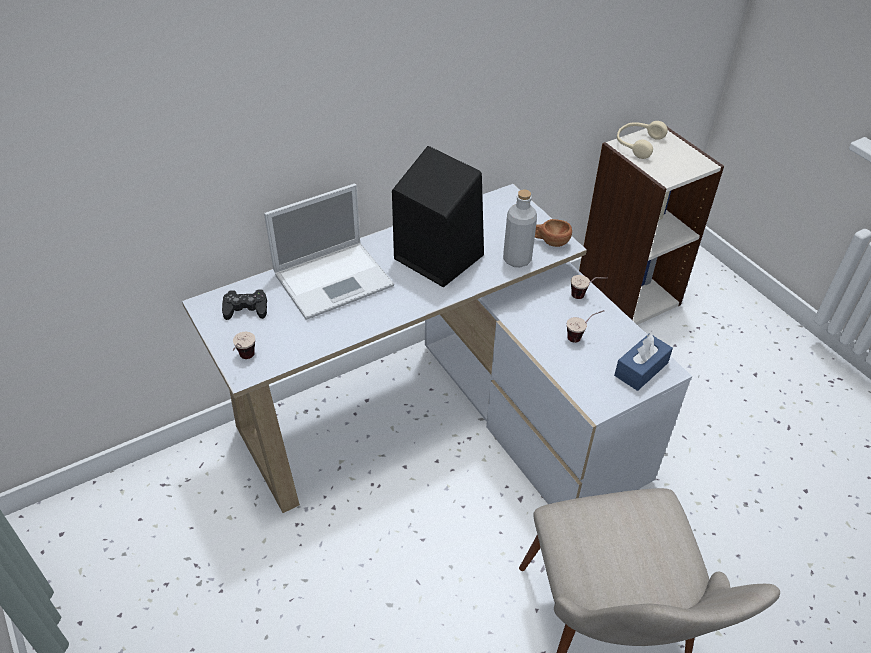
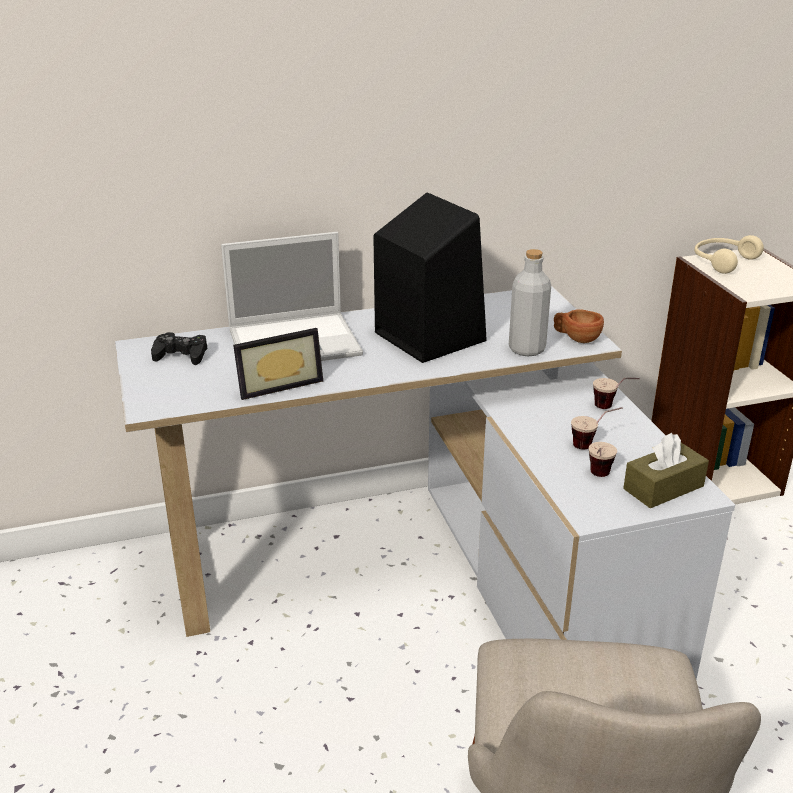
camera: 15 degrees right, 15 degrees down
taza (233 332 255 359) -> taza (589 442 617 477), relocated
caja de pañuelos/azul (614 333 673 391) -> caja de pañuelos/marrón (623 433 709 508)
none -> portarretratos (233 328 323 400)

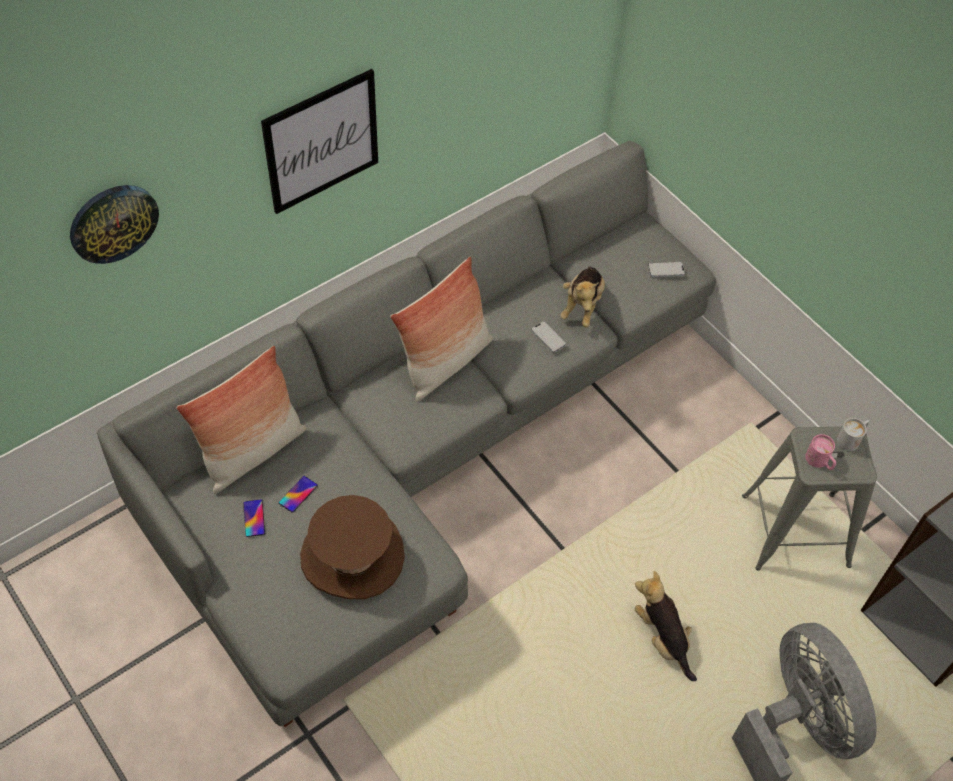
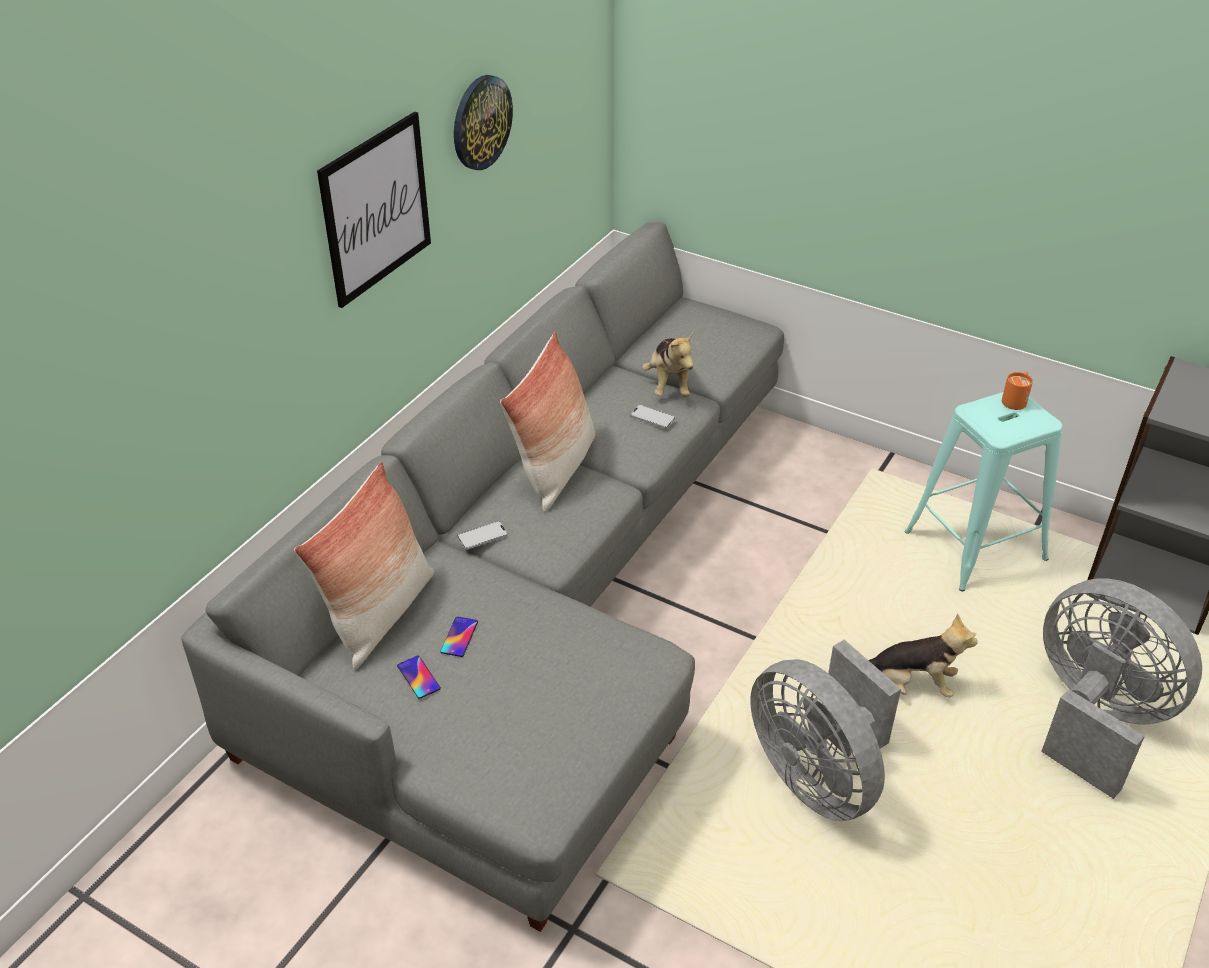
camera: 20 degrees left, 15 degrees down
reloj de pared (70 185 159 264) -> reloj de pared (454 75 513 170), relocated
sombrero/marrón (300 495 405 599) -> none
peluche (635 571 697 681) -> peluche (869 614 978 697), 150 degrees clockwise
móvil (648 262 685 277) -> móvil (457 521 508 550), relocated
taburete/gris (742 427 877 571) -> taburete/turquesa (905 392 1062 591)
taza grande/rosa (805 434 836 470) -> none
taza grande/blanco (837 418 870 451) -> taza grande/naranja (1002 372 1033 410)
none -> ventilador/gris (750 639 901 821)

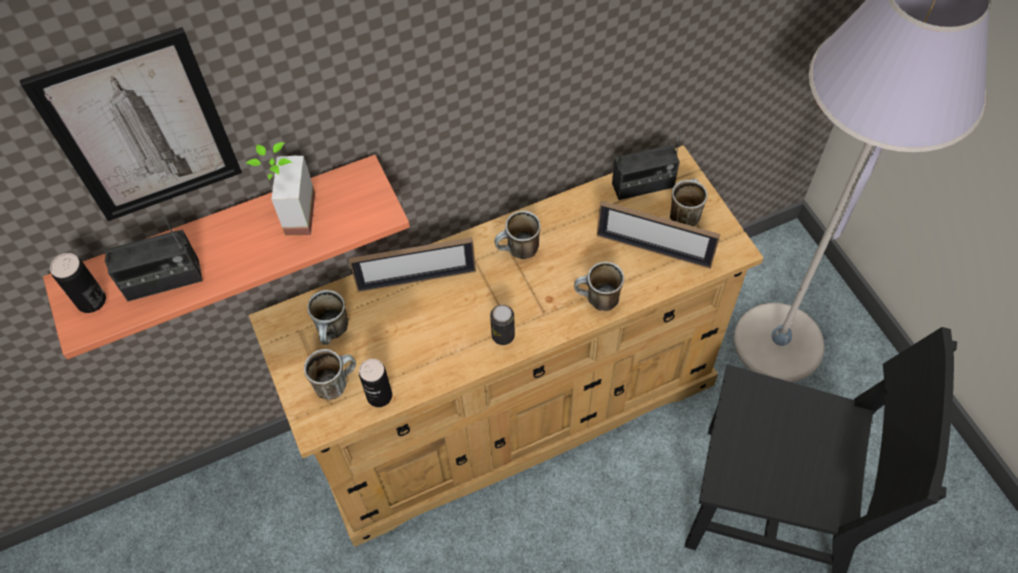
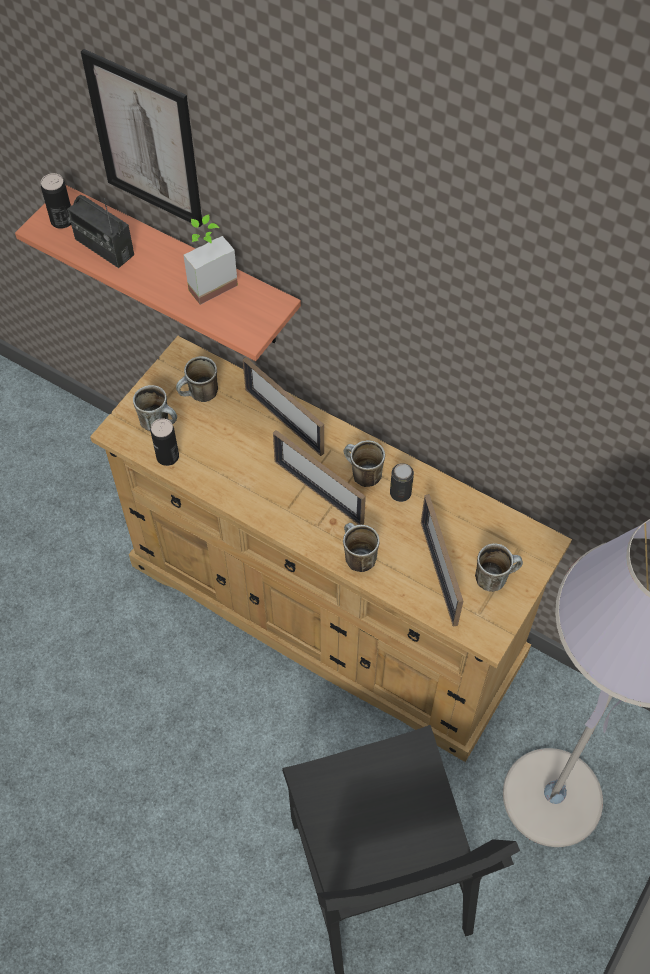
camera: 55 degrees right, 0 degrees up
lata (490 305 515 345) -> lata (390 463 414 502), relocated
radio (612 128 682 200) -> none
none -> portarretratos (273 430 366 525)

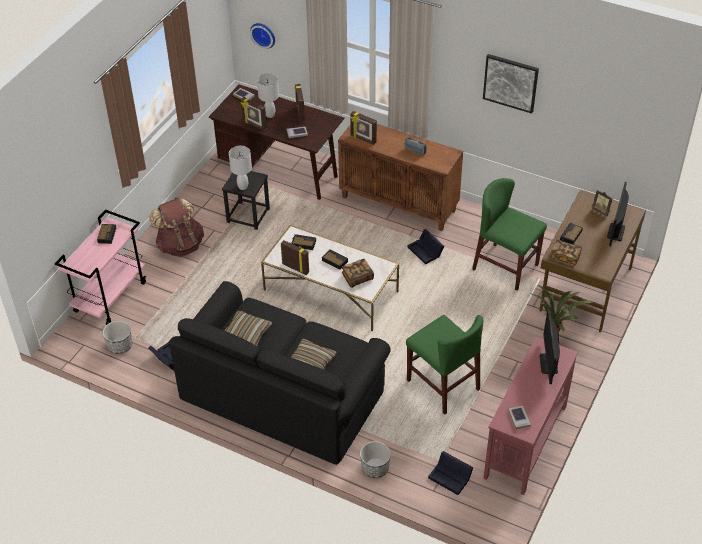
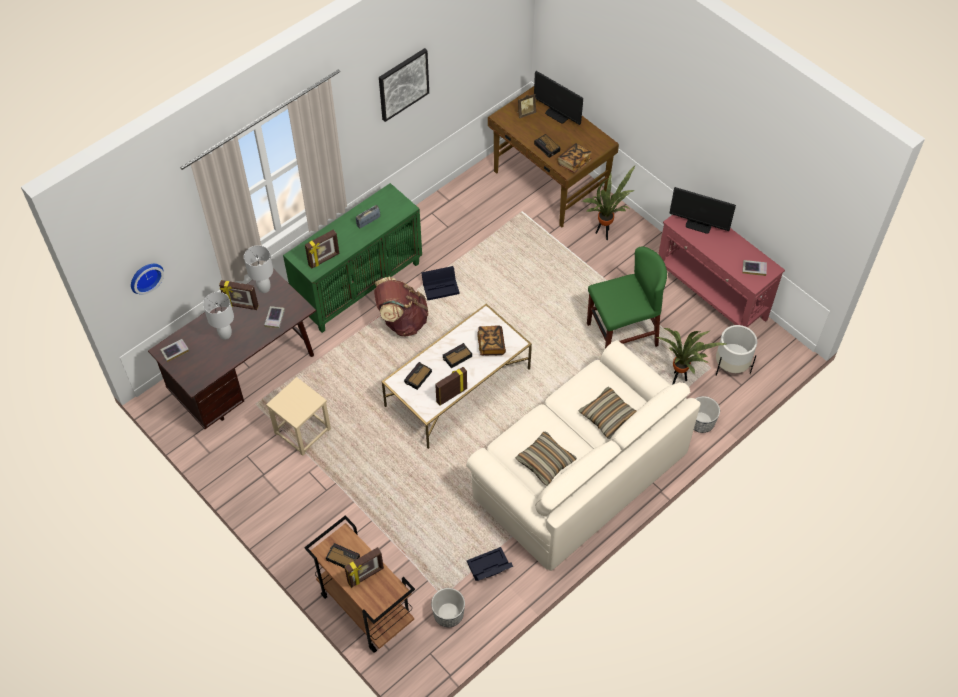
camera: 70 degrees left, 10 degrees up
carrito/rosa (55 209 146 325) -> carrito/marrón (304 515 415 653)
mochila/marrón (149 198 204 257) -> mochila/marrón (374 277 429 336), relocated
sofá/negro (169 281 391 465) -> sofá/beis (466 340 700 571)
taburete/negro (222 171 270 230) -> taburete/beis (266 377 331 456)
lámpara de mesa/blanco (229 146 252 190) -> lámpara de mesa/blanco (244 245 273 293), relocated
portarretratos (240 97 267 131) -> portarretratos (345 547 384 588), relocated
armario/marrón (338 124 463 231) -> armario/verde (283 183 422 333)
caja de almacenaje/negro (428 451 473 495) -> maceta/blanco (716 325 757 376)
silla/verde (472 178 547 290) -> none
none -> planta en maceta (656 328 726 385)

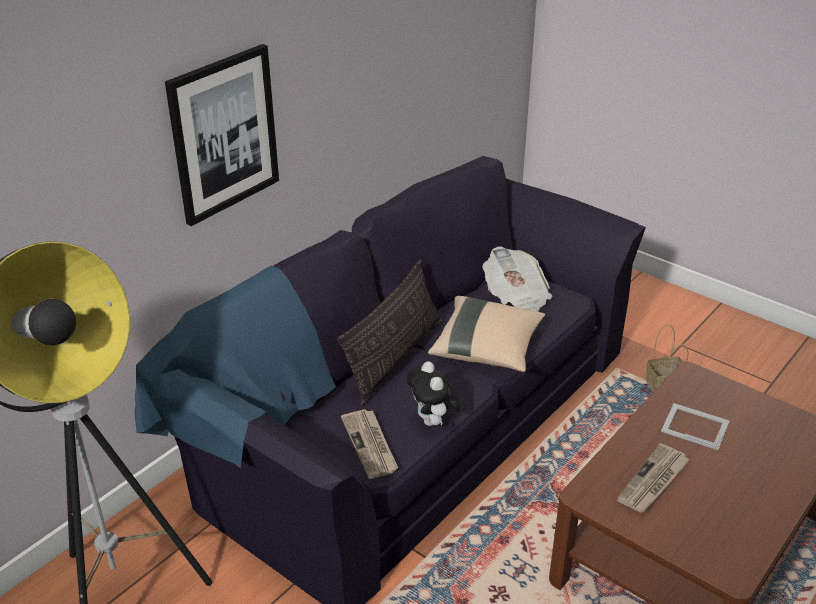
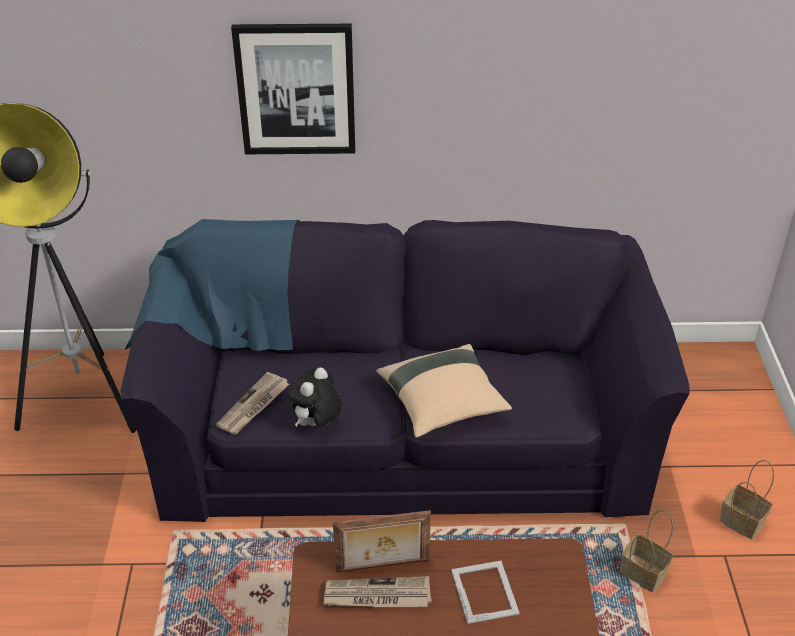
camera: 50 degrees right, 5 degrees up
cojín (337 259 442 407) -> none
periódico (483 246 553 311) -> none
none -> portarretratos (333 510 431 573)
none -> cesta (719 460 774 539)

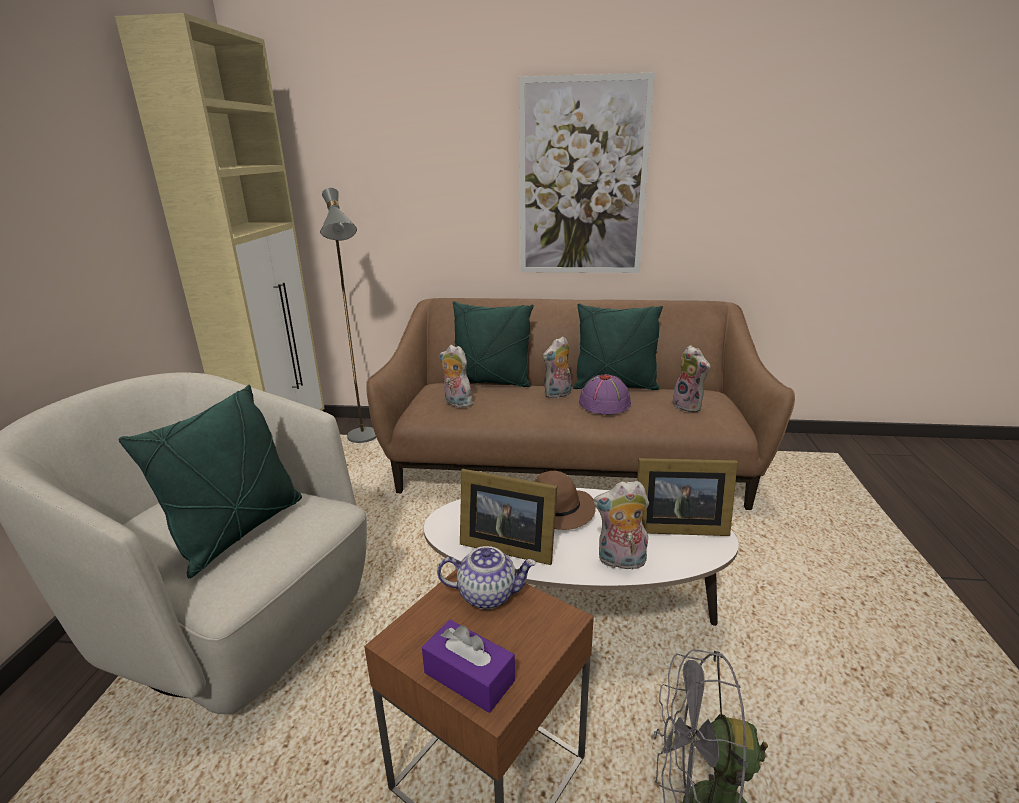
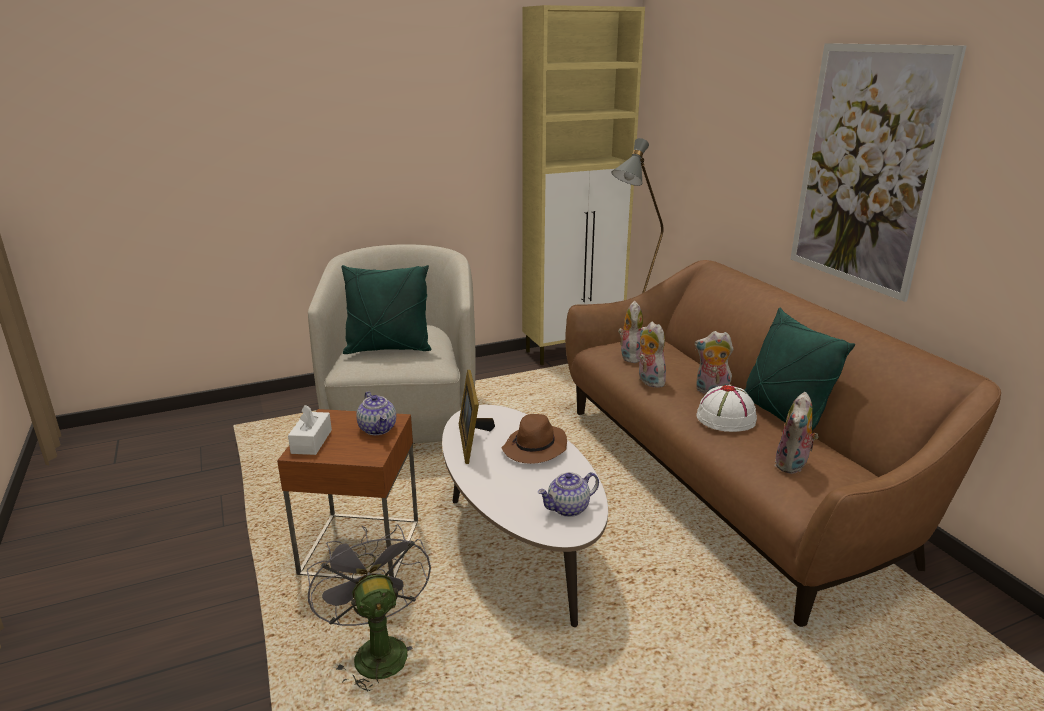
camera: 60 degrees right, 0 degrees up
caja de pañuelos/morado (422 620 515 713) -> caja de pañuelos/blanco (288 405 332 455)
cojín/verde (453 301 534 387) -> none
sombrero/morado (579 374 631 415) -> sombrero/blanco (697 385 757 432)
peluche (593 481 649 570) -> peluche (638 322 666 388), relocated
portarretratos (637 458 738 536) -> tetera (538 472 599 517)

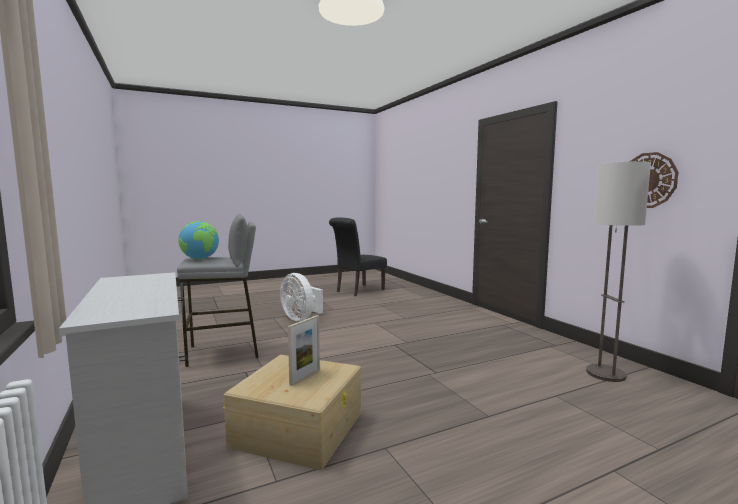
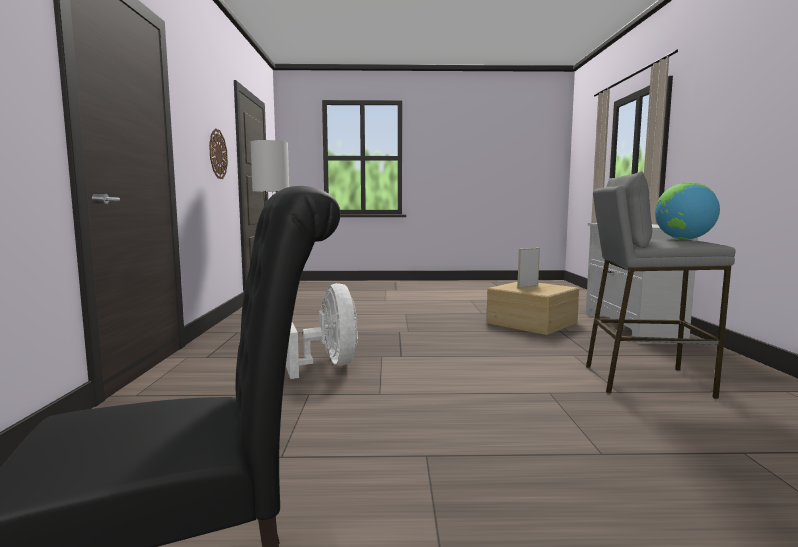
camera: 155 degrees left, 0 degrees up
ventilador/blanco (280 273 323 321) -> ventilador/blanco (286 283 358 379), relocated

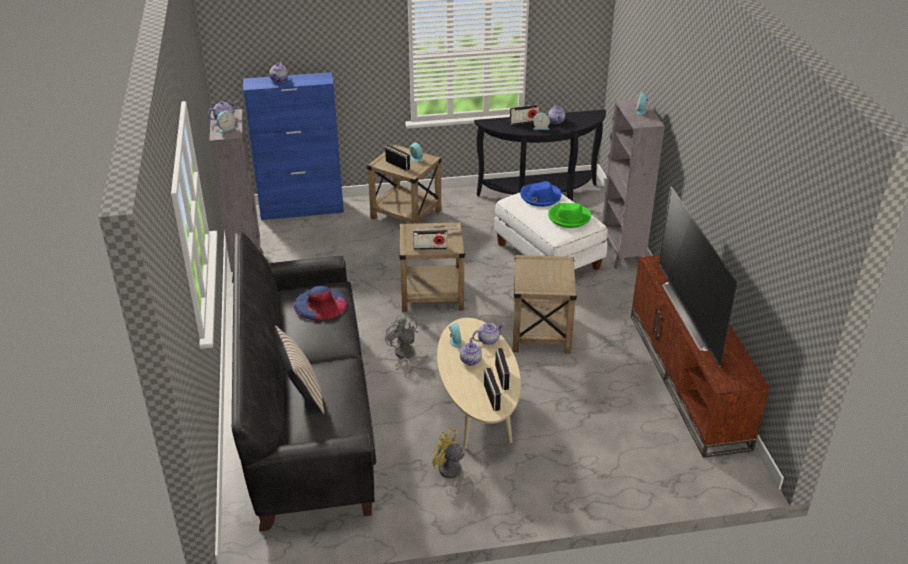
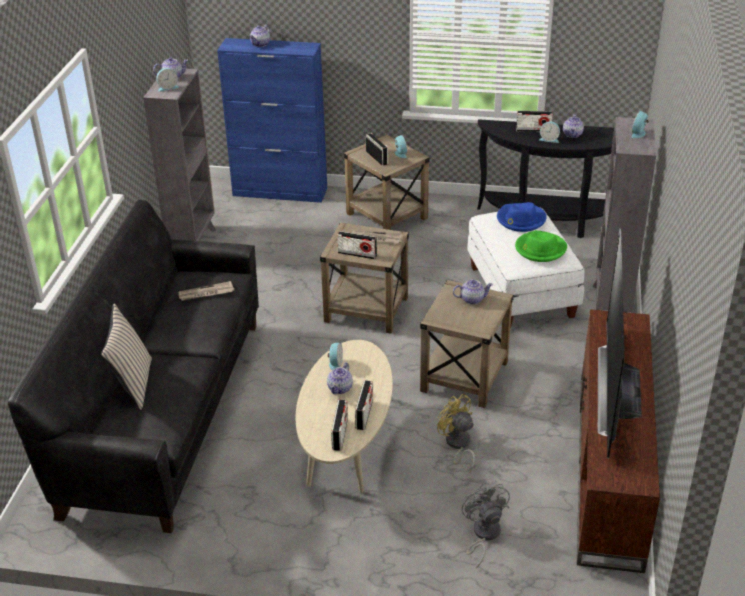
camera: 20 degrees right, 0 degrees up
sombrero/azul (294 286 347 321) -> periódico (179 281 235 301)
ventilador/gris (385 315 418 377) -> ventilador/gris (462 482 510 569), relocated
ventilador/amarillo (432 427 475 498) -> ventilador/amarillo (437 394 475 473), relocated
tetera (472 323 505 345) -> tetera (453 280 493 304), relocated

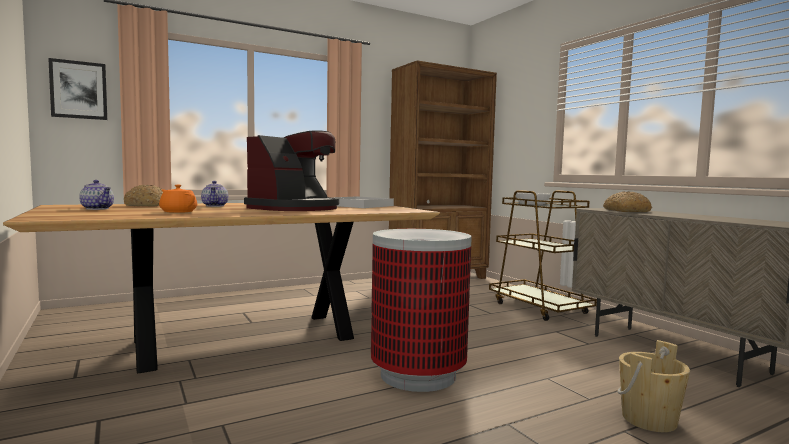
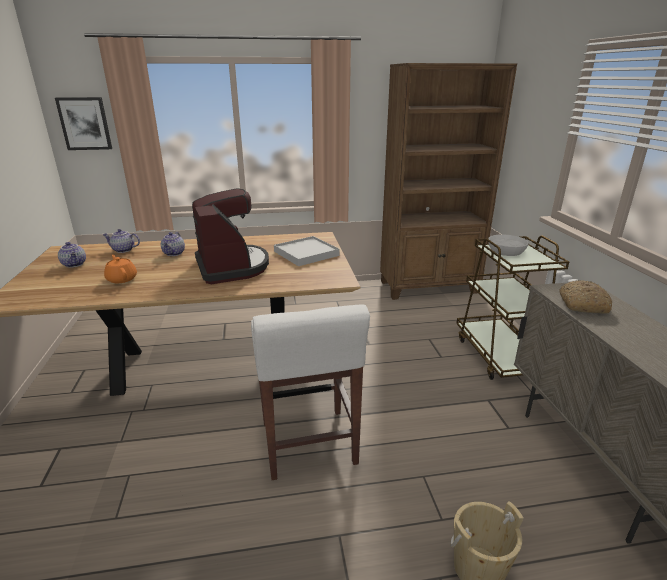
camera: 20 degrees right, 20 degrees up
pan (124 185 163 206) -> tetera (103 229 140 253)
cafetera (244 131 339 211) -> cafetera (192 188 269 284), 75 degrees counterclockwise
papelera (371 229 472 392) -> taburete/blanco (251 305 370 480)

